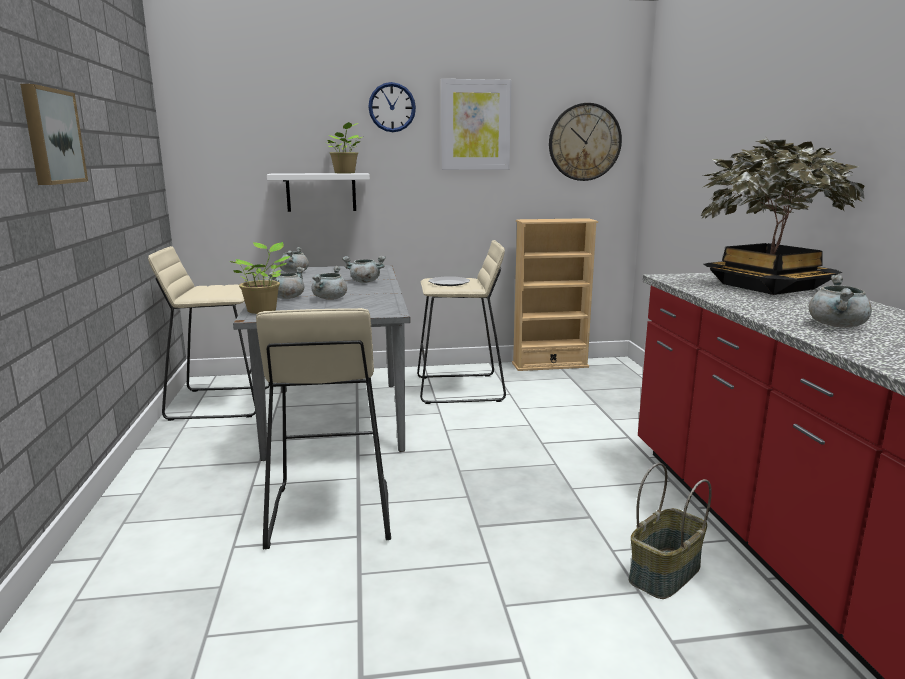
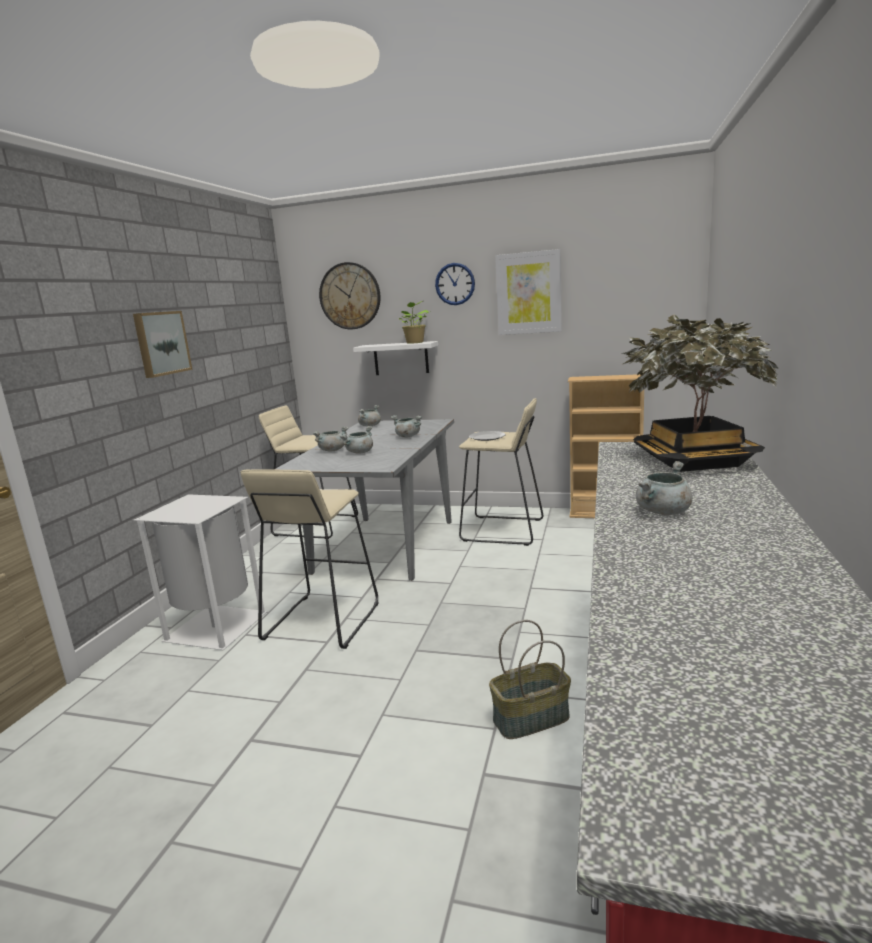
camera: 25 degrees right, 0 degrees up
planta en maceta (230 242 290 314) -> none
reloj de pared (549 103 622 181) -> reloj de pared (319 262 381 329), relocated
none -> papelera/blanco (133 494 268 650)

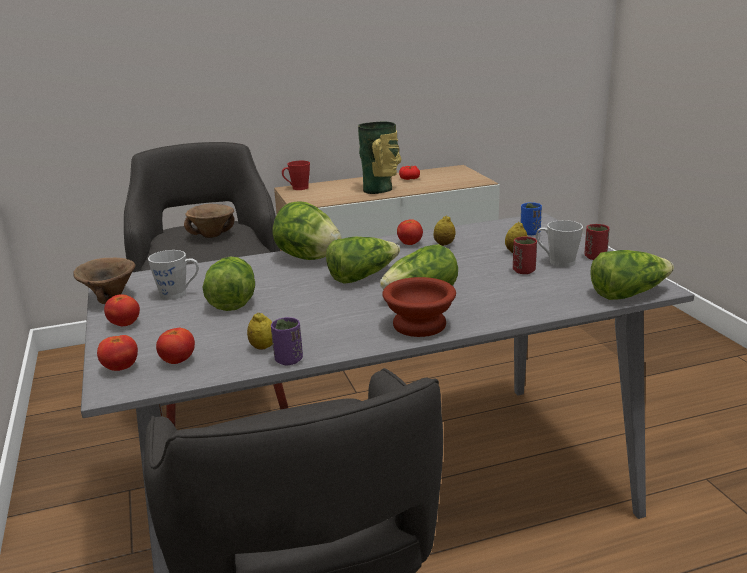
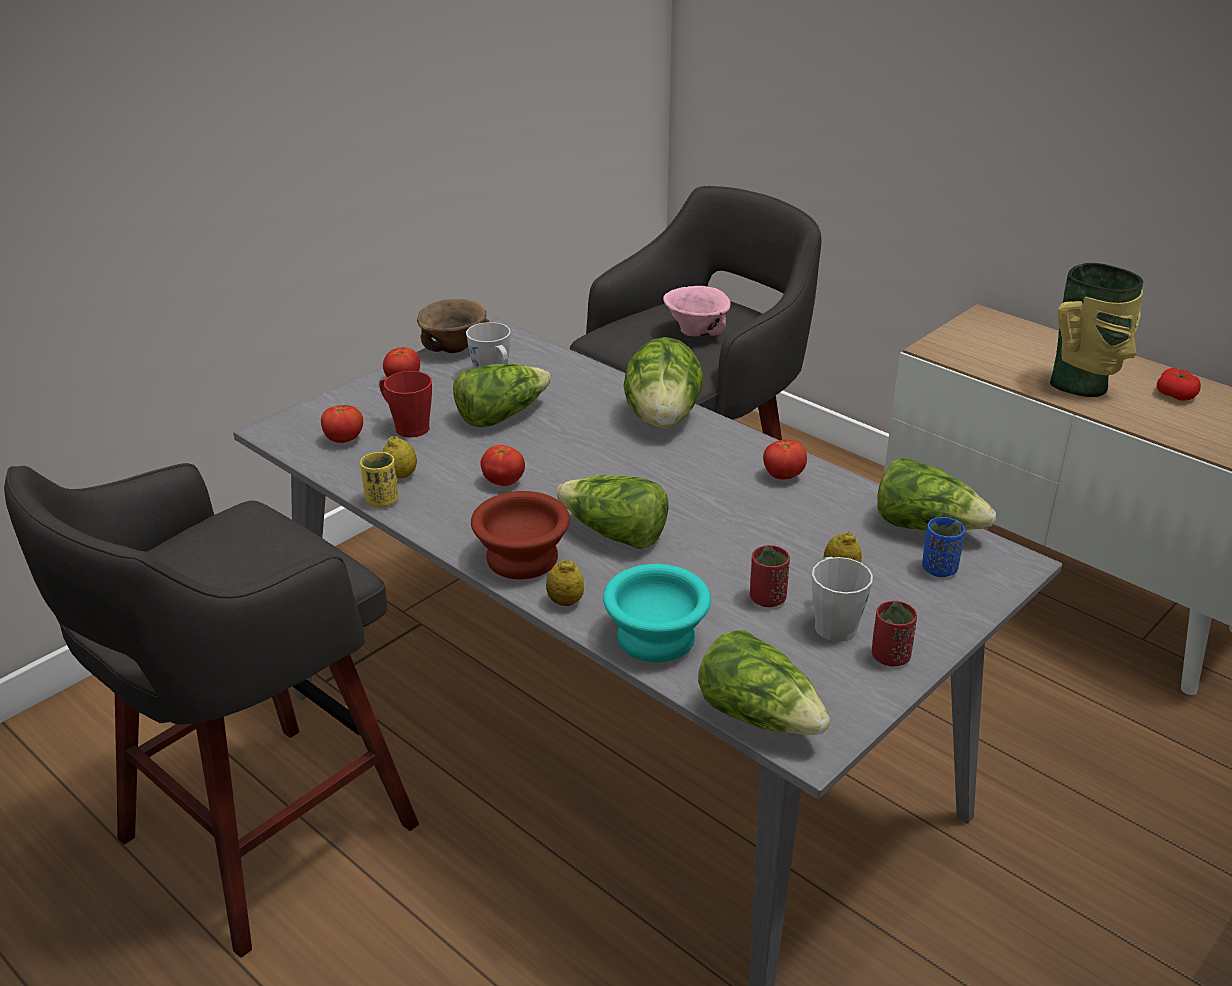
camera: 60 degrees right, 10 degrees up
tomate (97 335 138 371) -> tomate (480 445 525 486), relocated
cuenco/marrón (184 204 234 238) -> cuenco/rosa (663 286 731 337)
taza/morado (271 317 303 365) -> taza/amarillo (360 452 398 508)
taza grande/rojo (282 161 310 190) -> taza grande/rojo (379 371 432 438), relocated
lechuga (326 237 400 284) -> lechuga (877 458 996 531), relocated
limón (433 216 456 246) -> limón (546 559 584 606), relocated
none -> cuenco/turquesa (603 564 711 663)

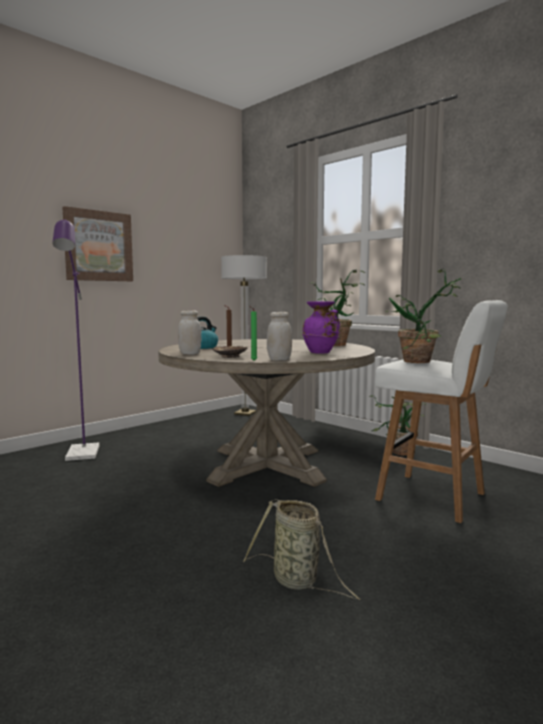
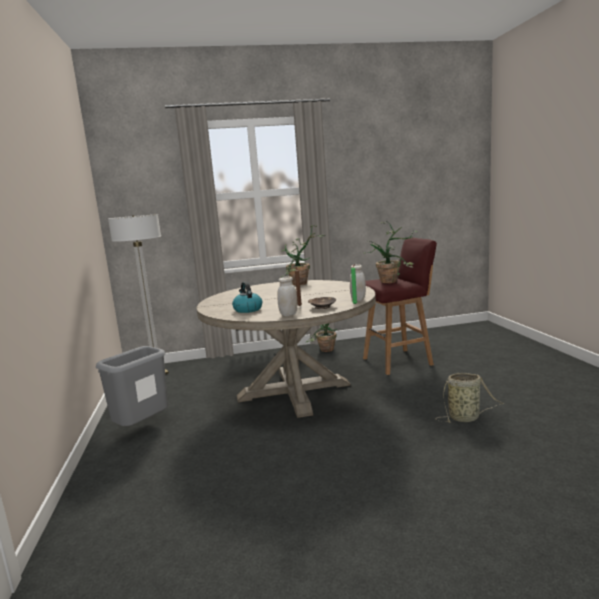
camera: 55 degrees left, 5 degrees up
lámpara de pie/morado (53 219 99 461) -> none
cuadro (62 206 133 281) -> none
florero/morado (302 301 340 354) -> none
taburete/blanco (375 300 508 523) -> taburete/rojo (363 238 437 375)
none -> papelera/gris (96 346 168 426)

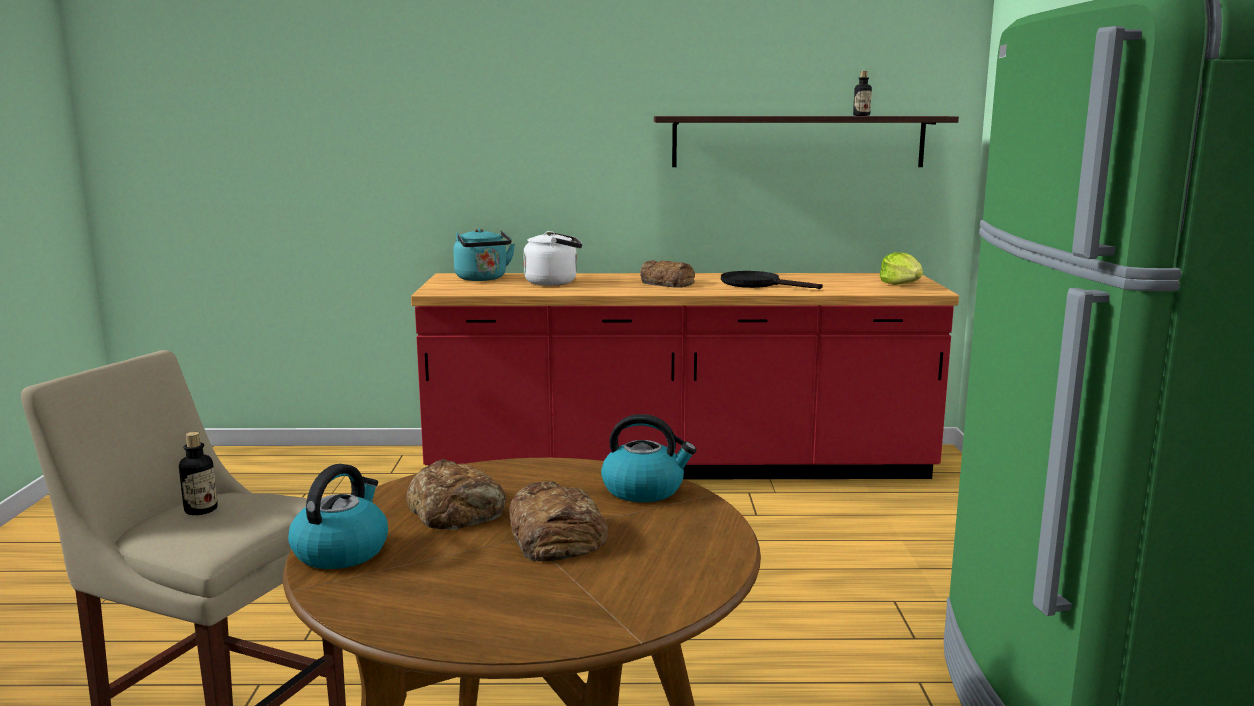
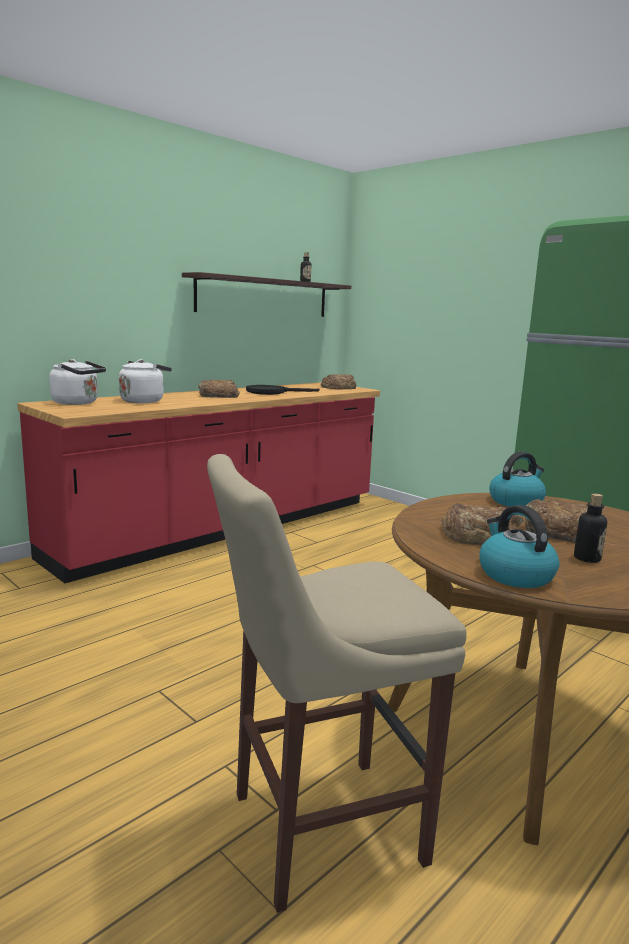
camera: 45 degrees left, 0 degrees up
botella (179 432 218 515) -> botella (574 493 607 563), relocated
hervidor/turquesa (453 228 515 281) -> hervidor/blanco (49 359 106 405)
lechuga (880 252 923 285) -> pan (321 374 356 389)

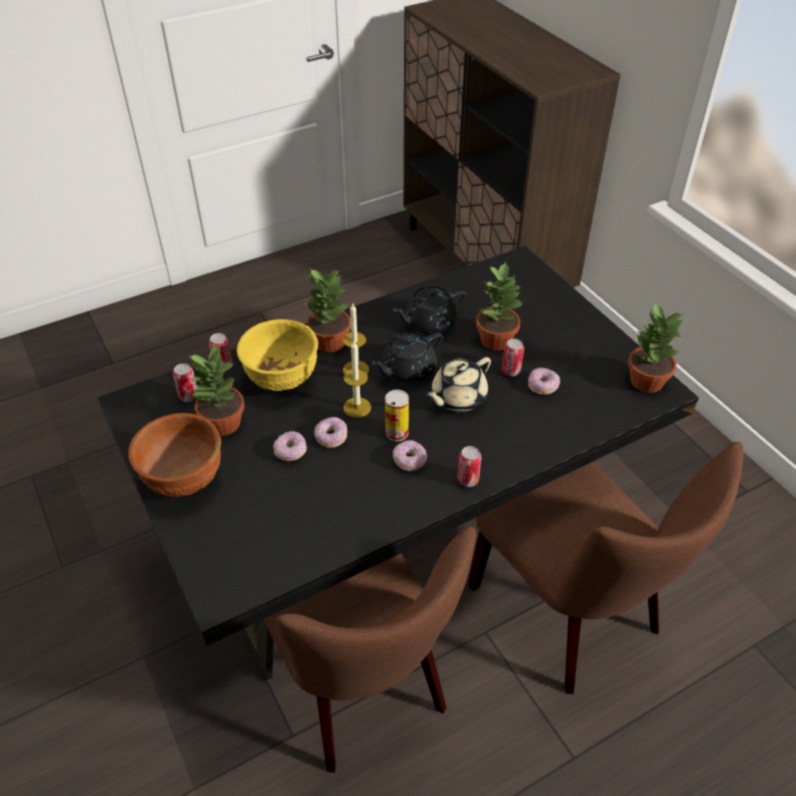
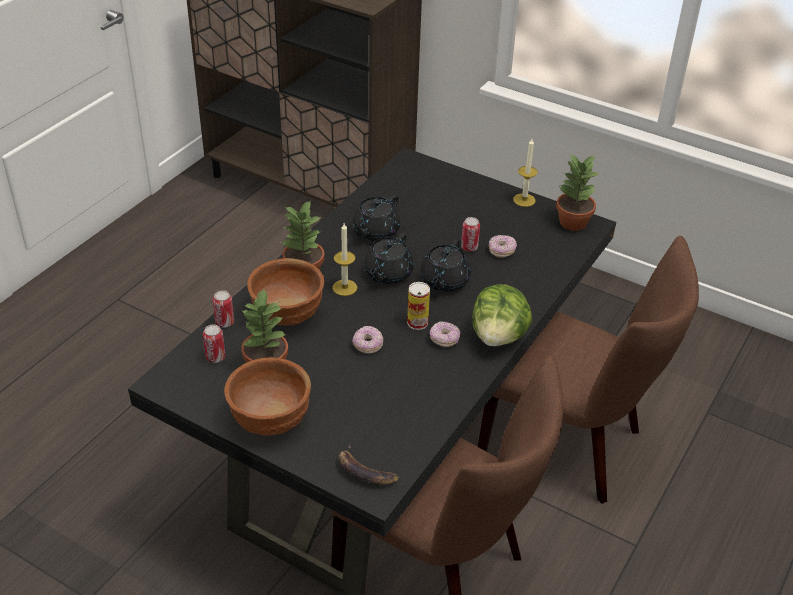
camera: 30 degrees left, 5 degrees down
cuenco/amarillo (237 319 318 391) -> cuenco/marrón (247 258 324 326)
rosquilla (273 431 307 461) -> none
vela (343 341 371 418) -> vela (513 139 538 207), relocated
tetera/beis (425 357 491 412) -> tetera/negro (420 239 471 291)
lata (457 446 481 487) -> lechuga (472 284 533 347)
planta en maceta (476 262 523 351) -> none
none -> plátano (339 445 399 485)

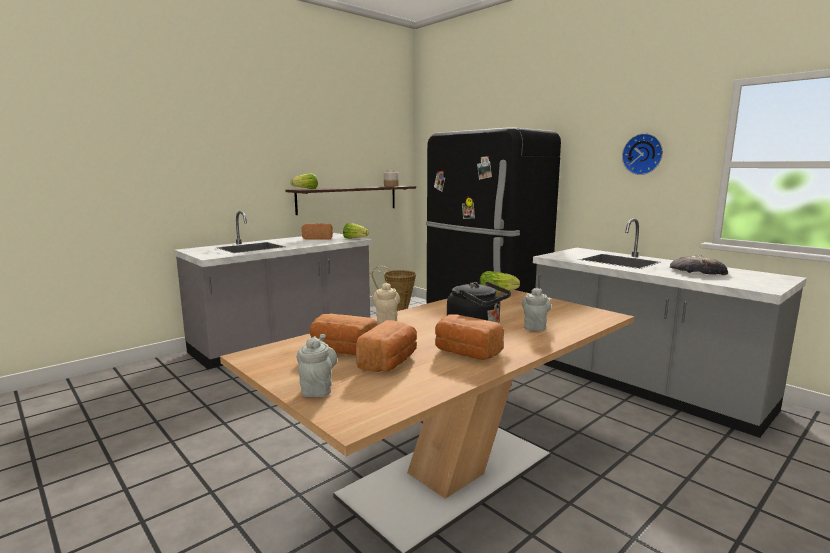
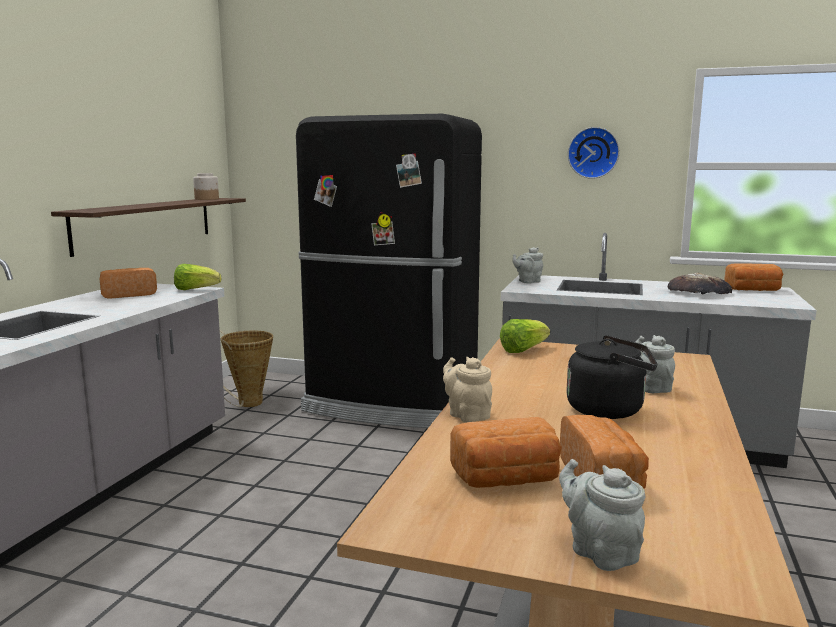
camera: 30 degrees left, 0 degrees up
lechuga (291 173 318 189) -> none
pan (435 314 504 360) -> pan (724 263 783 291), relocated
none -> tetera/gris (512 247 543 284)

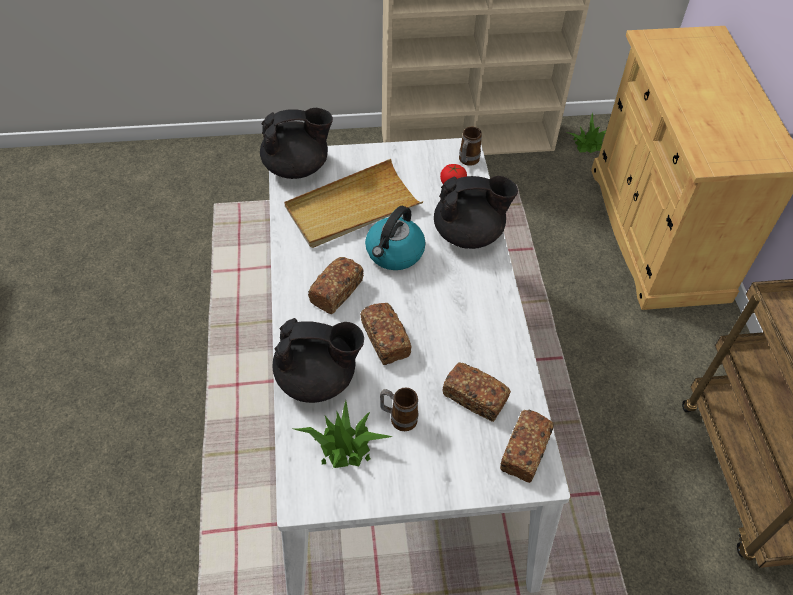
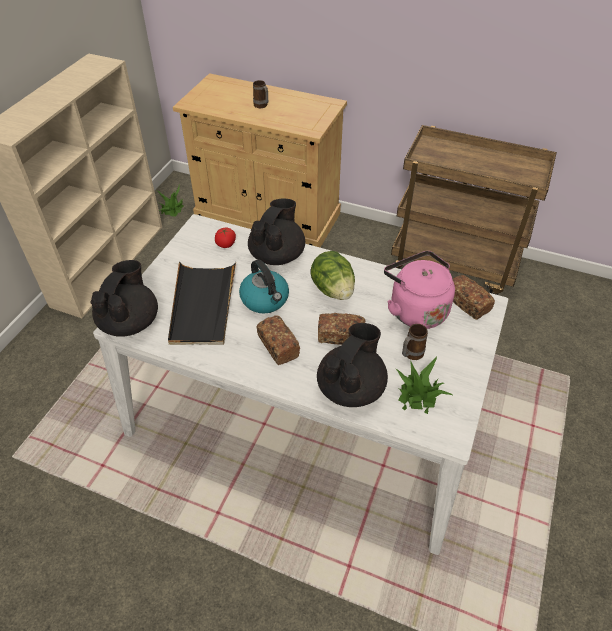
camera: 60 degrees left, 5 degrees down
bandeja/beis (284 159 423 248) -> bandeja/negro (168 262 236 345)
pan (442 362 511 422) -> hervidor/rosa (384 251 455 329)
taza grande (459 127 482 166) -> taza grande (253 80 268 108), relocated
none -> lechuga (311 251 355 300)

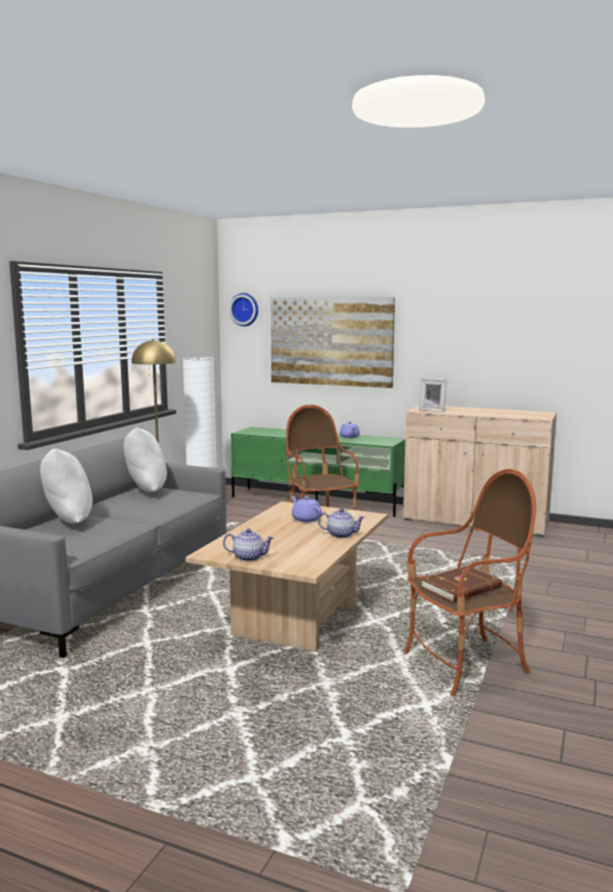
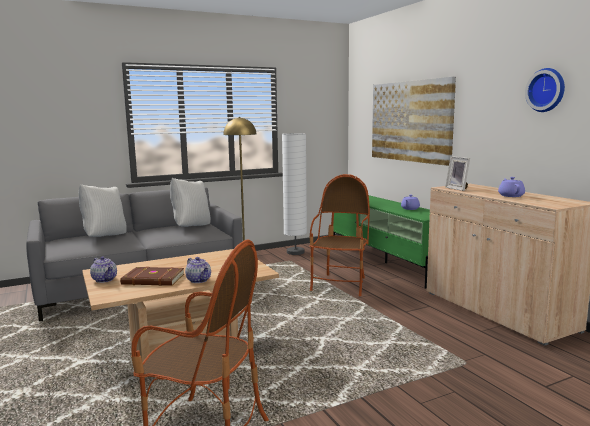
camera: 40 degrees right, 0 degrees up
reloj de pared (229 293 258 326) -> reloj de pared (525 68 565 112), relocated
tetera/morado (291 496 322 522) -> tetera/morado (498 177 525 197), relocated
libro/marrón (421 566 502 602) -> libro/marrón (120 267 184 286), relocated

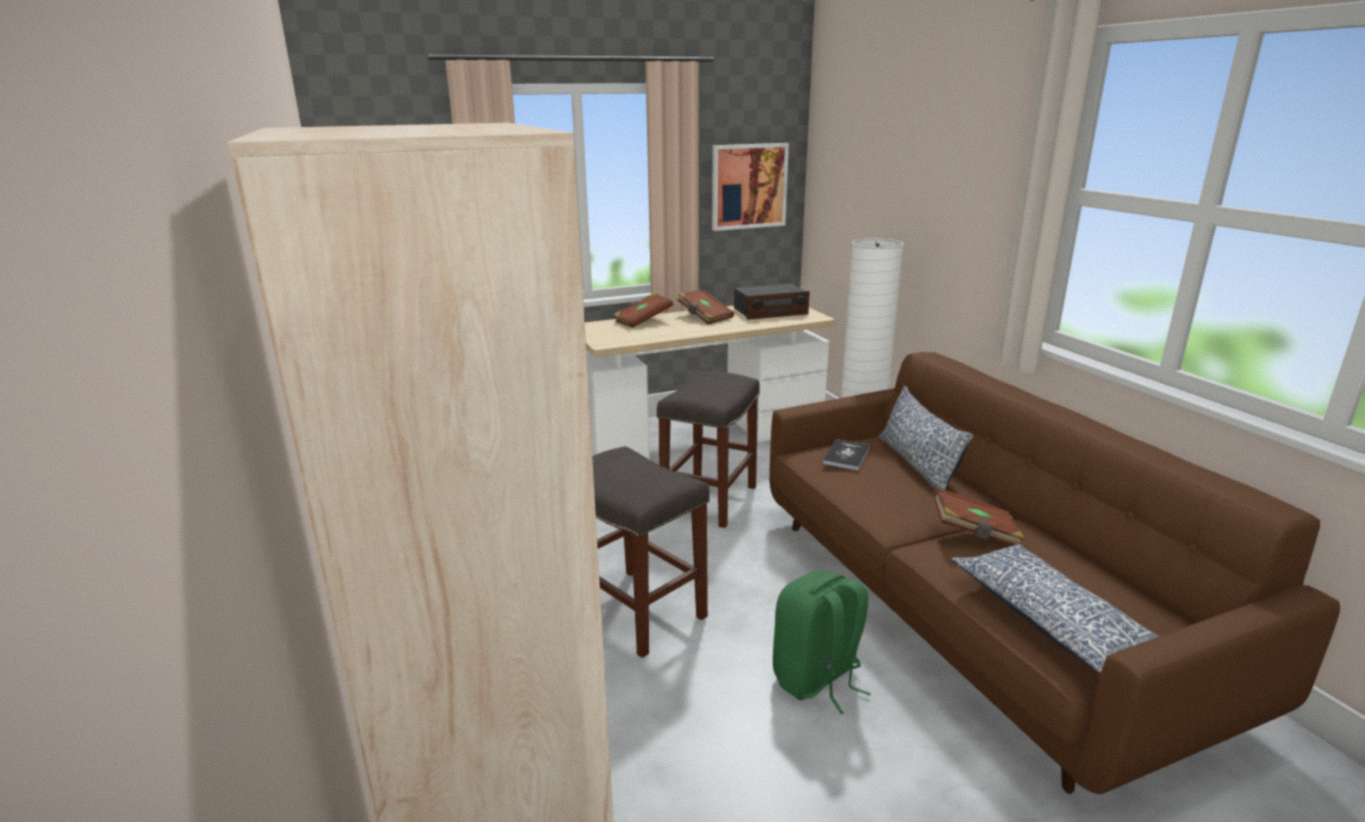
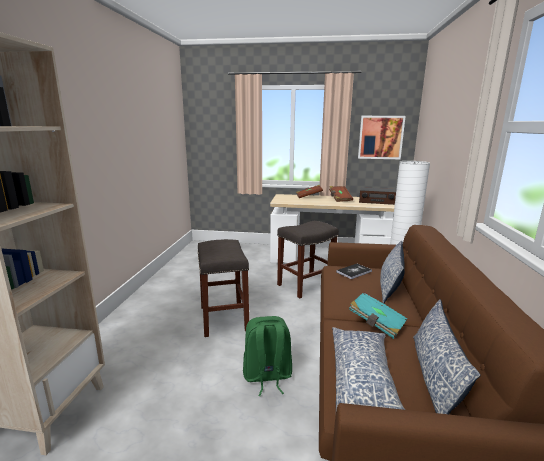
camera: 30 degrees right, 5 degrees down
libro/marrón (933 488 1024 546) -> libro/turquesa (349 292 407 339)
none -> cojín (413 299 481 414)

